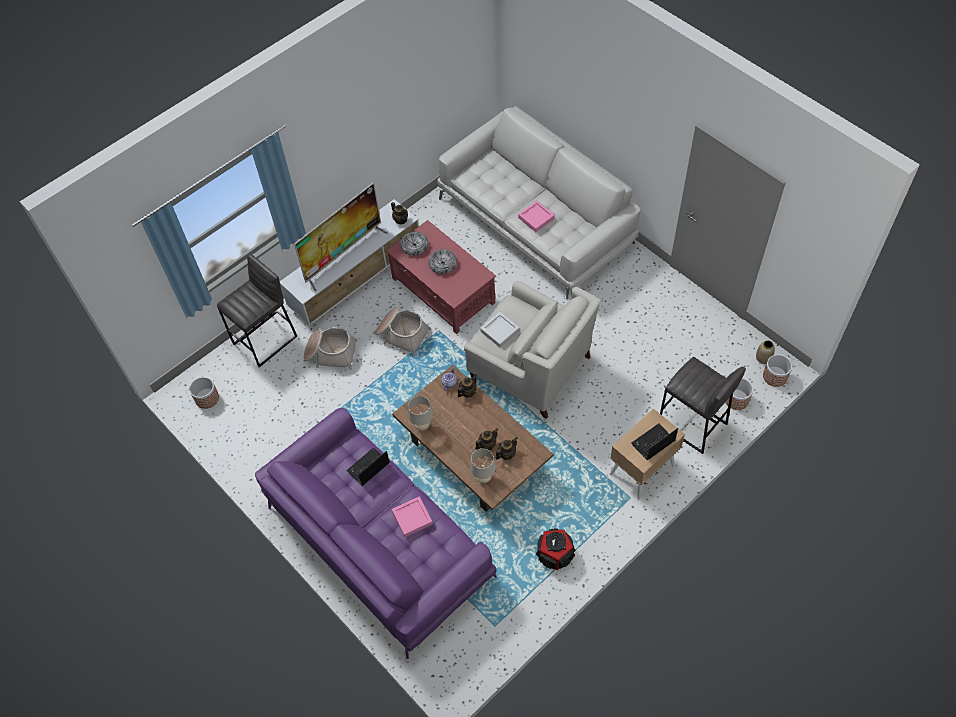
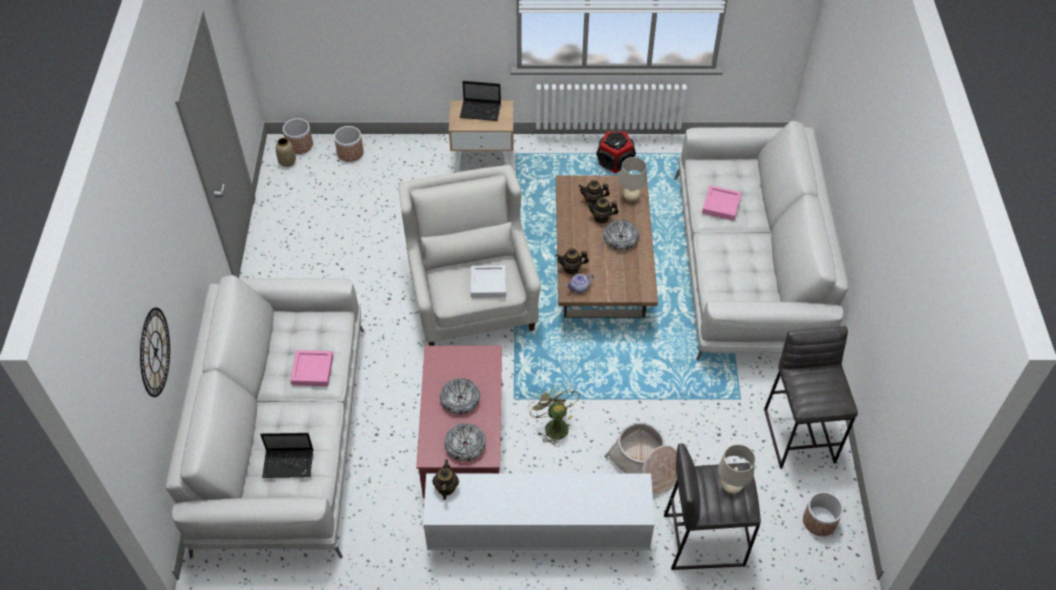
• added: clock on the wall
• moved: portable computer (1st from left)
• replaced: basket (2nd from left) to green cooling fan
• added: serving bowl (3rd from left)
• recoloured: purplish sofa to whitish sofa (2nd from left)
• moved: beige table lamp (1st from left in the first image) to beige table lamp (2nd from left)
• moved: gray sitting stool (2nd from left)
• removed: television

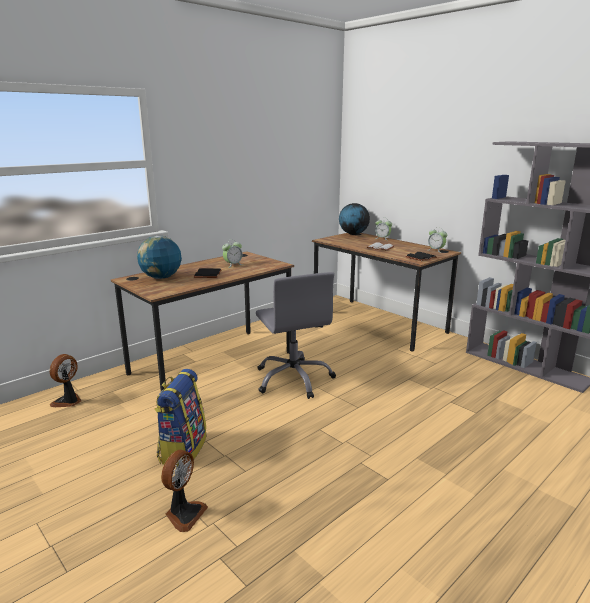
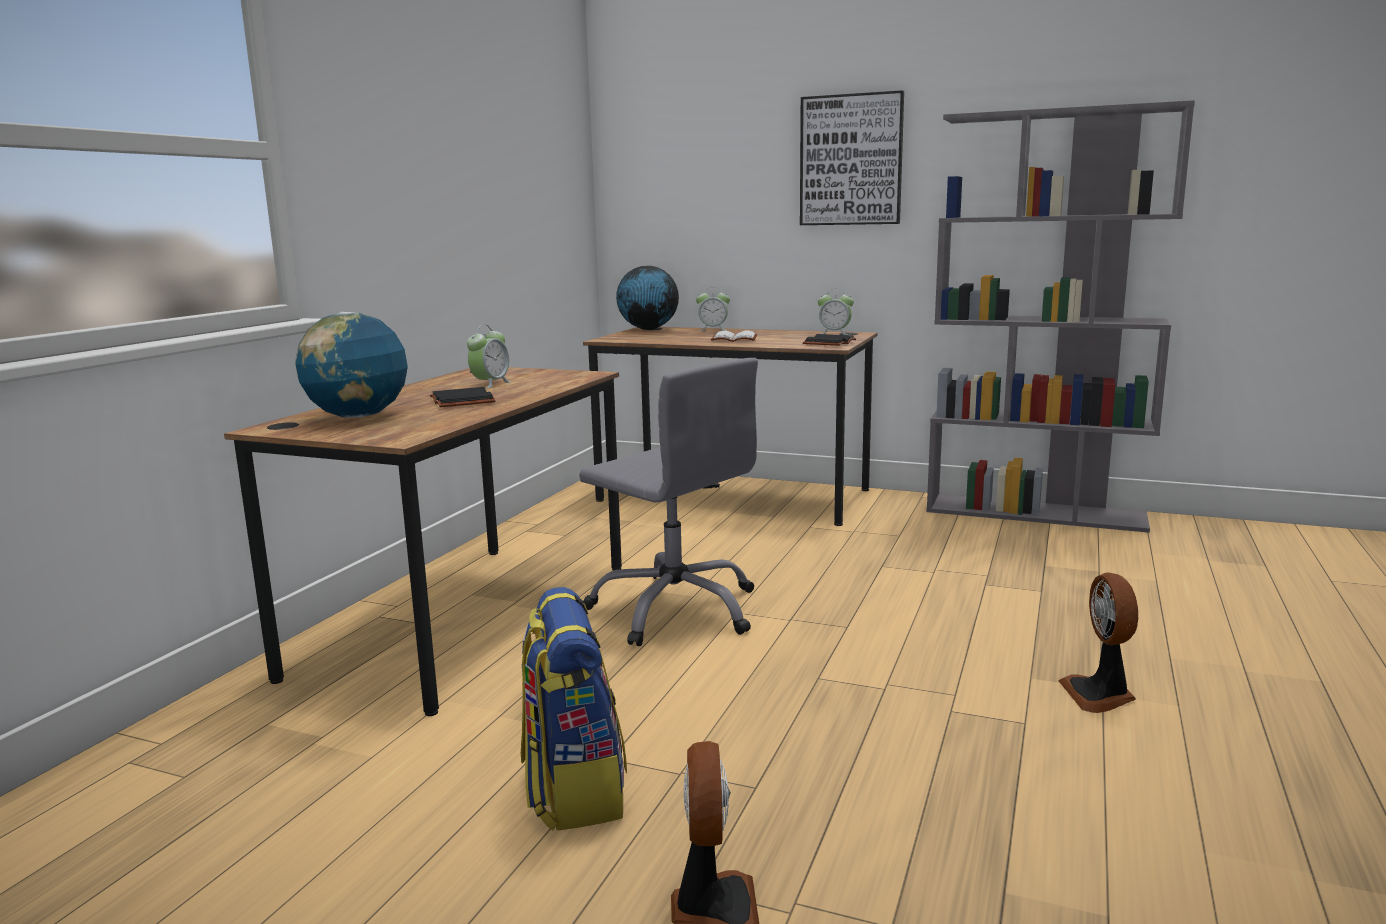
• added: wall picture
• moved: cooling fan (1st from left in the first image) to cooling fan (2nd from left)

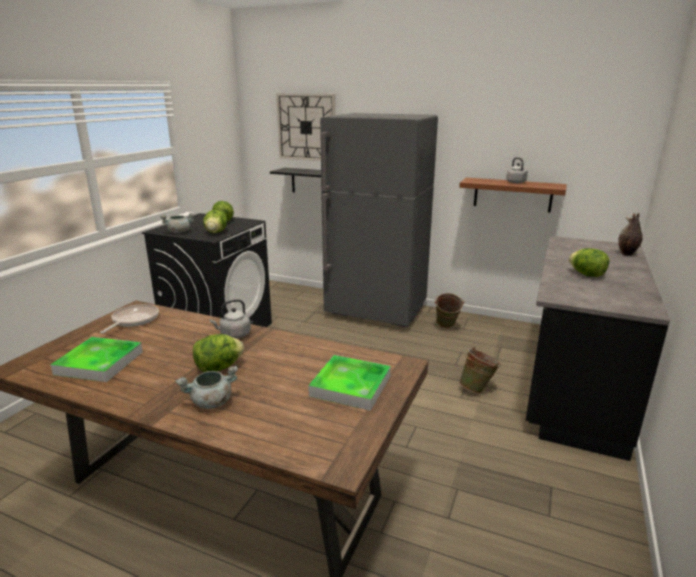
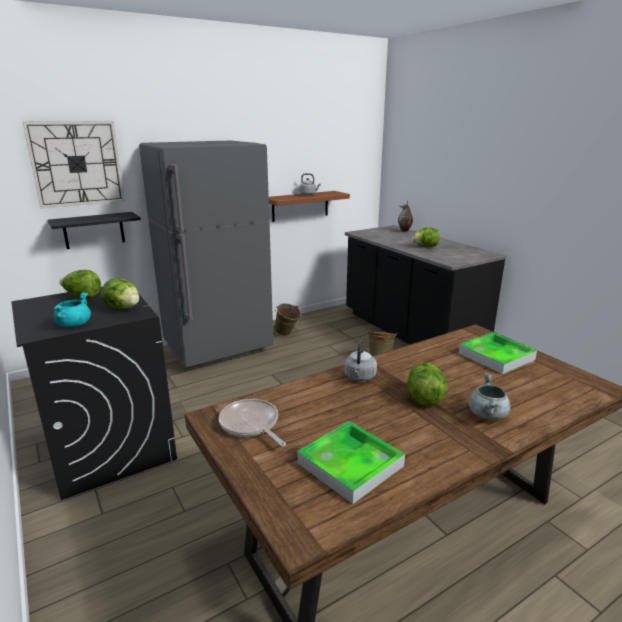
• recoloured: gray cooking pot (1st from left) to turquoise cooking pot

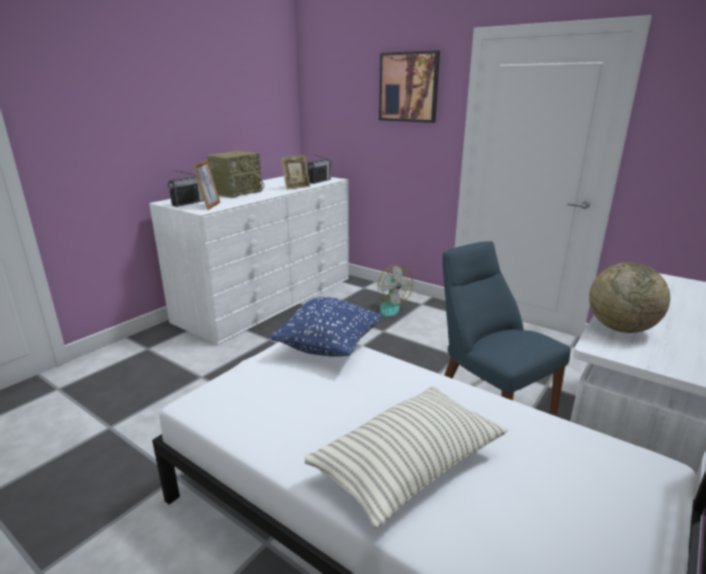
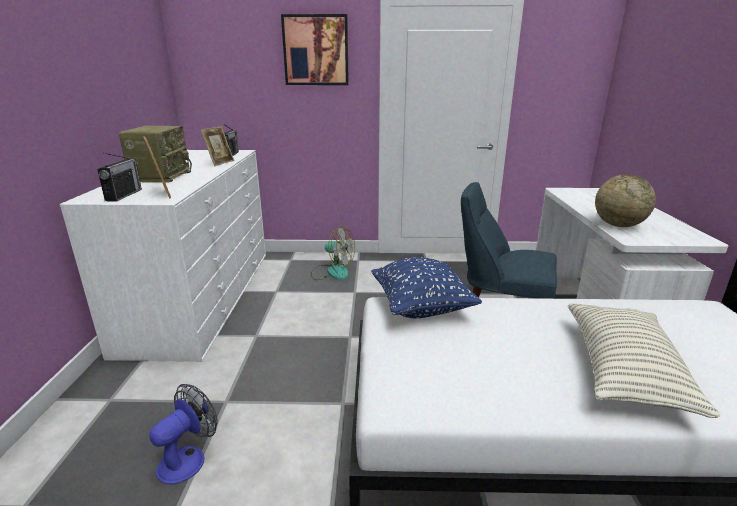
• added: cooling fan (1st from left)

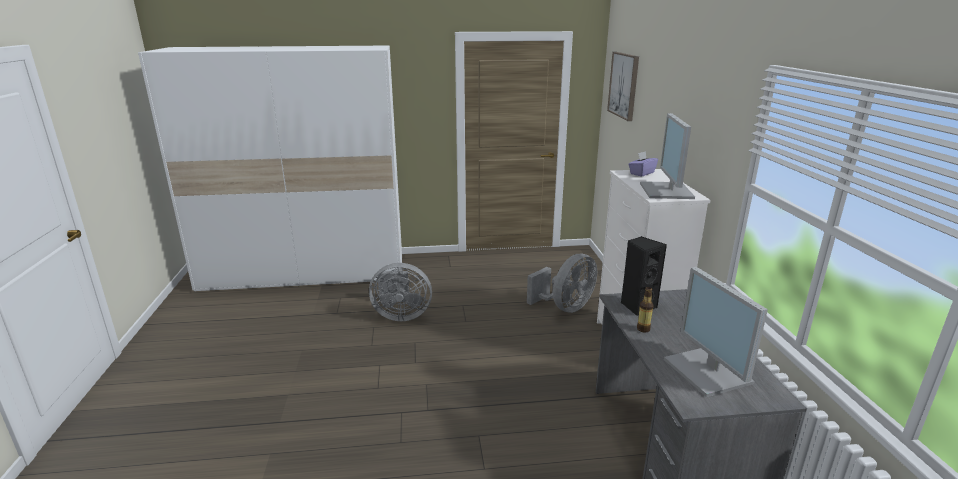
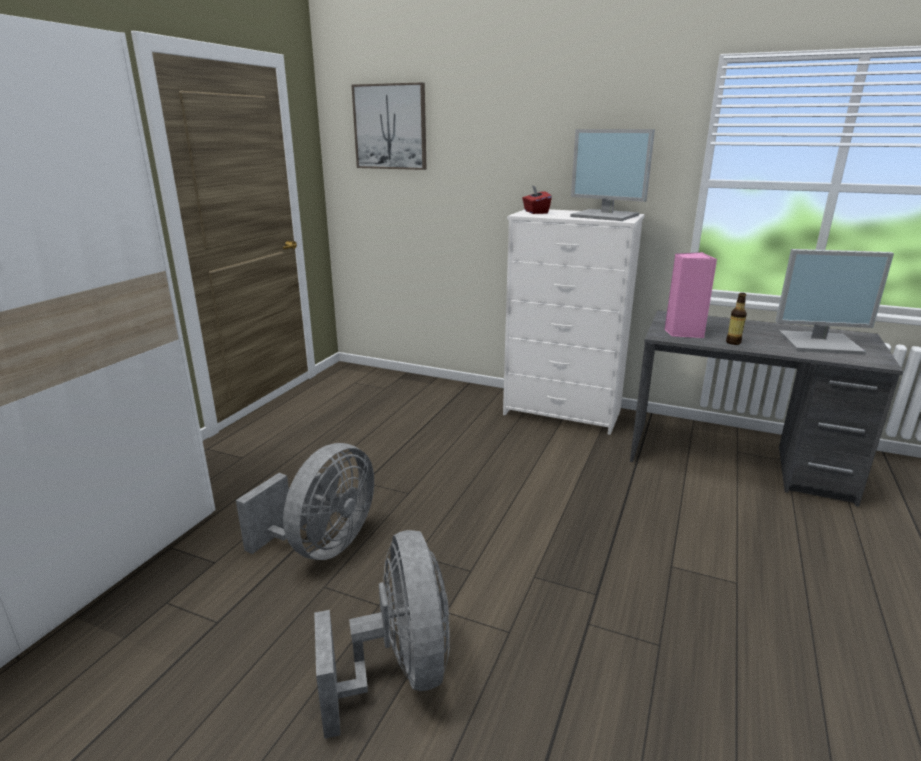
• moved: gray cooling fan (2nd from left)
• recoloured: purplish box of tissues to reddish box of tissues
• recoloured: black-coloured audio speaker to pink-coloured audio speaker

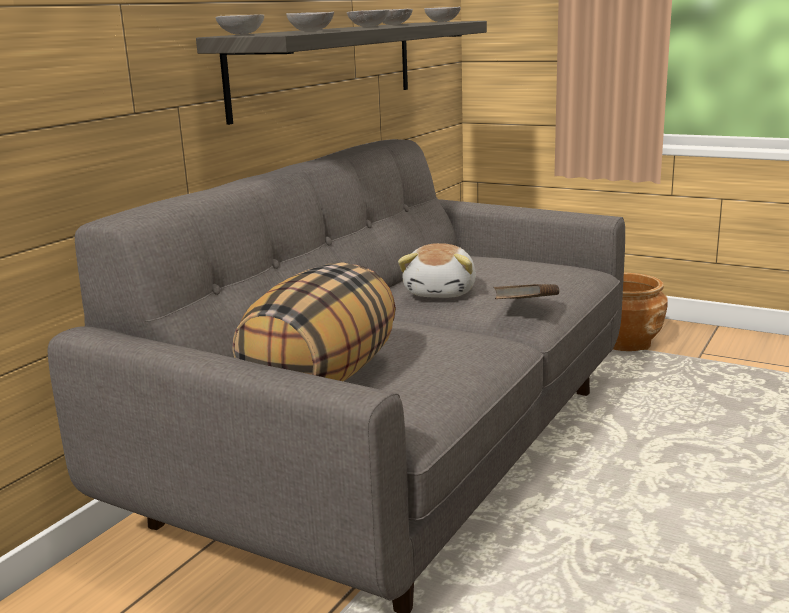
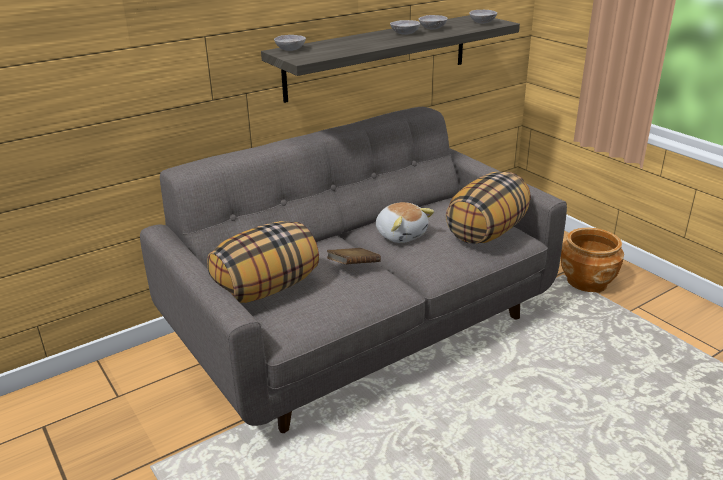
• moved: brownish book
• turned: plush toy 75 degrees counterclockwise
• added: cushion (2nd from left)
• removed: gray serving bowl (2nd from left)

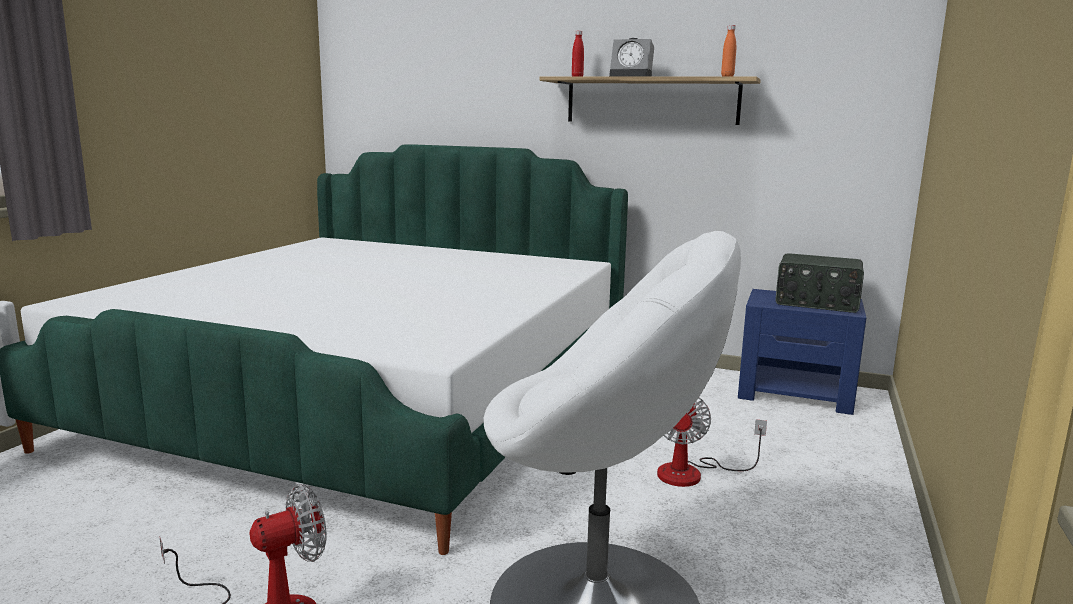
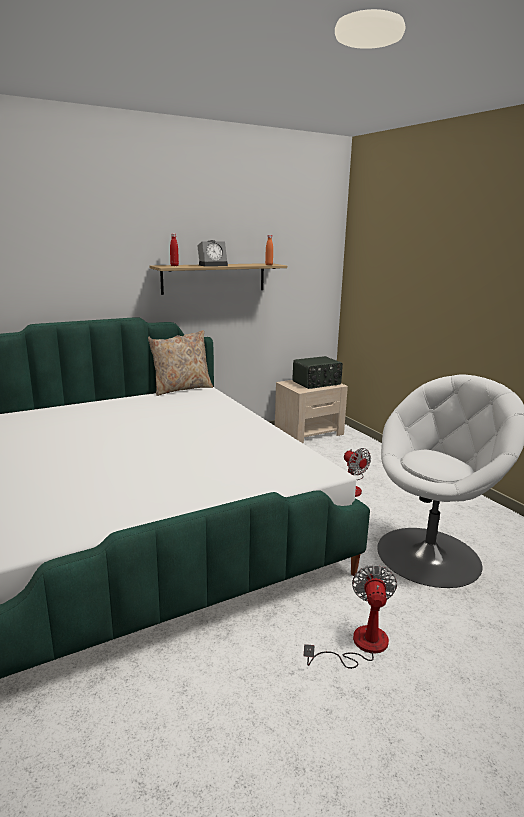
• added: beige cushion
• recoloured: blue bedside table to beige bedside table

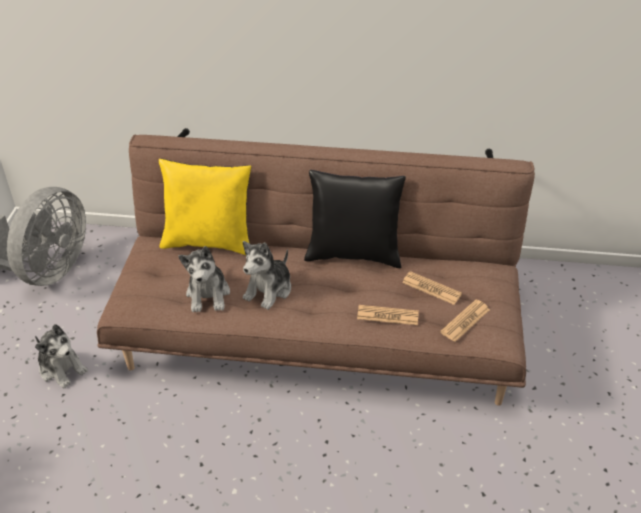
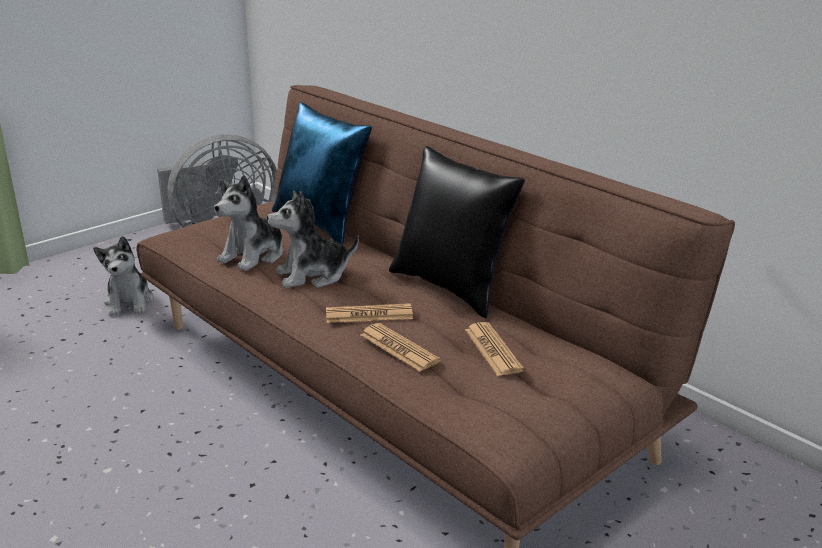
• recoloured: yellowish cushion to blue cushion
• moved: newspaper (3rd from left in the first image) to newspaper (1st from left)

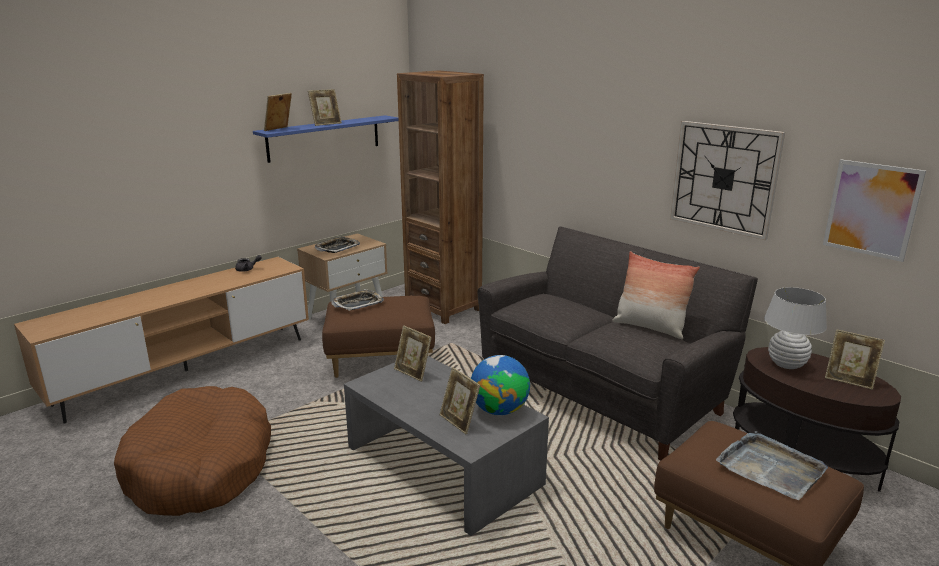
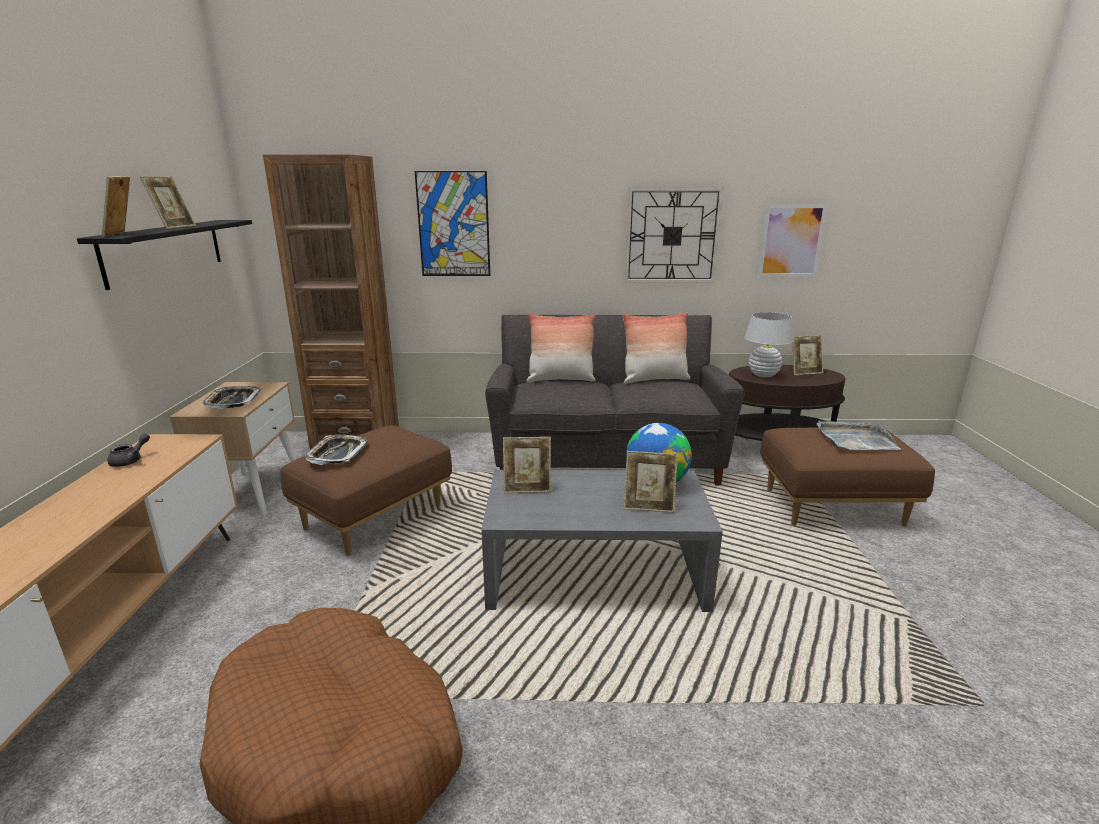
• recoloured: blue wall shelf to black-coloured wall shelf
• added: wall picture (1st from left)
• added: cushion (1st from left)

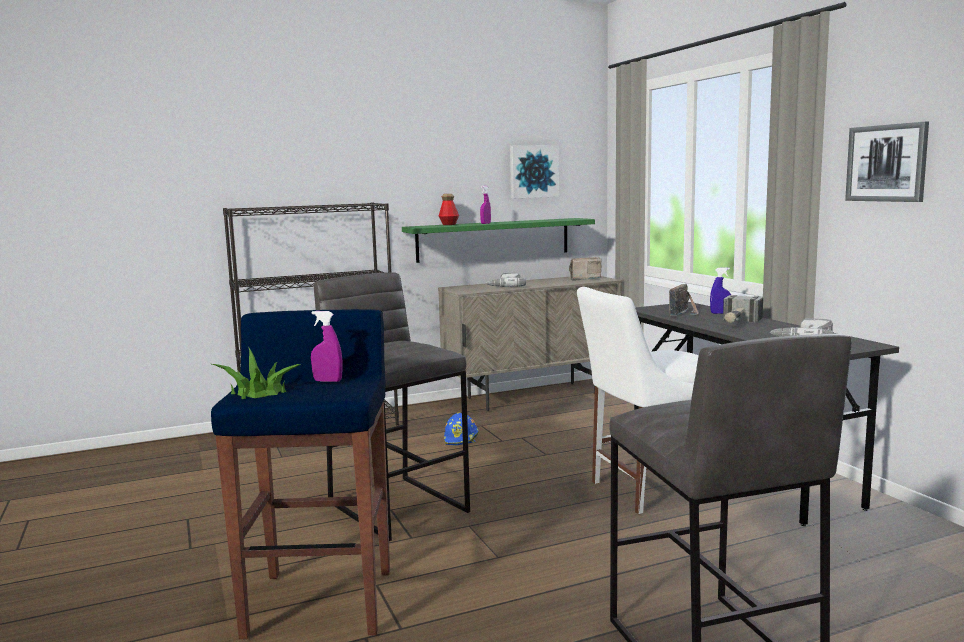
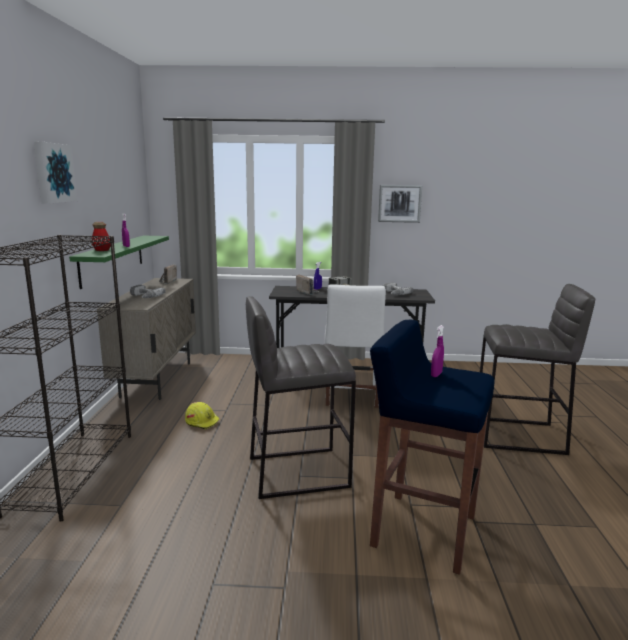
• moved: wall picture (1st from left)
• recoloured: blue safety helmet to yellowish safety helmet
• removed: plant in a pot

